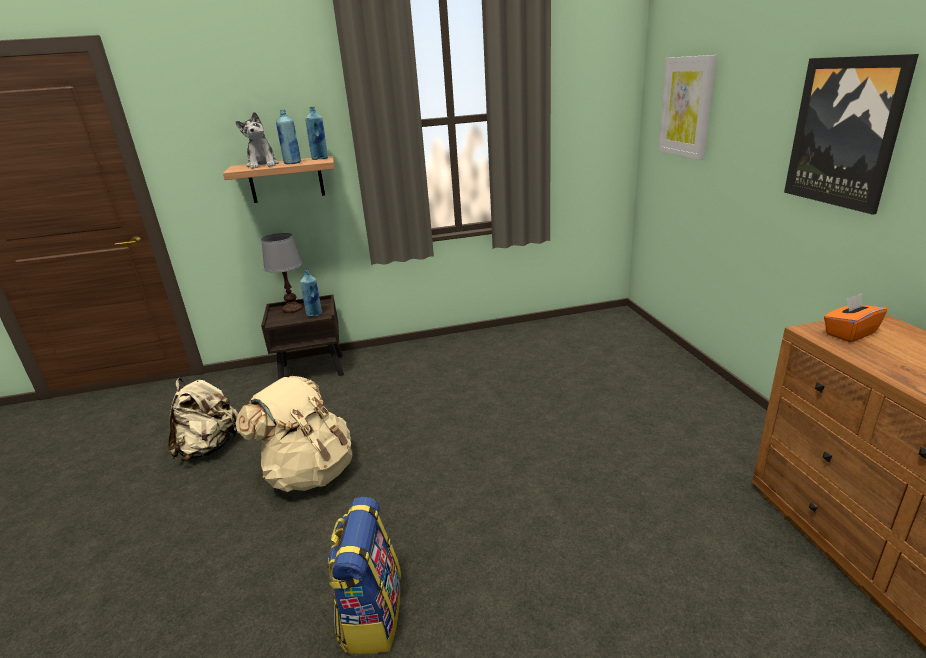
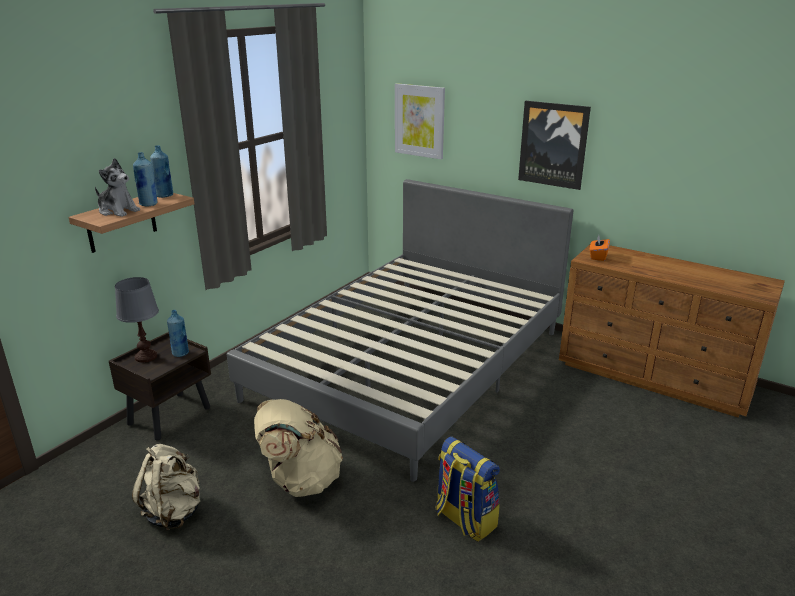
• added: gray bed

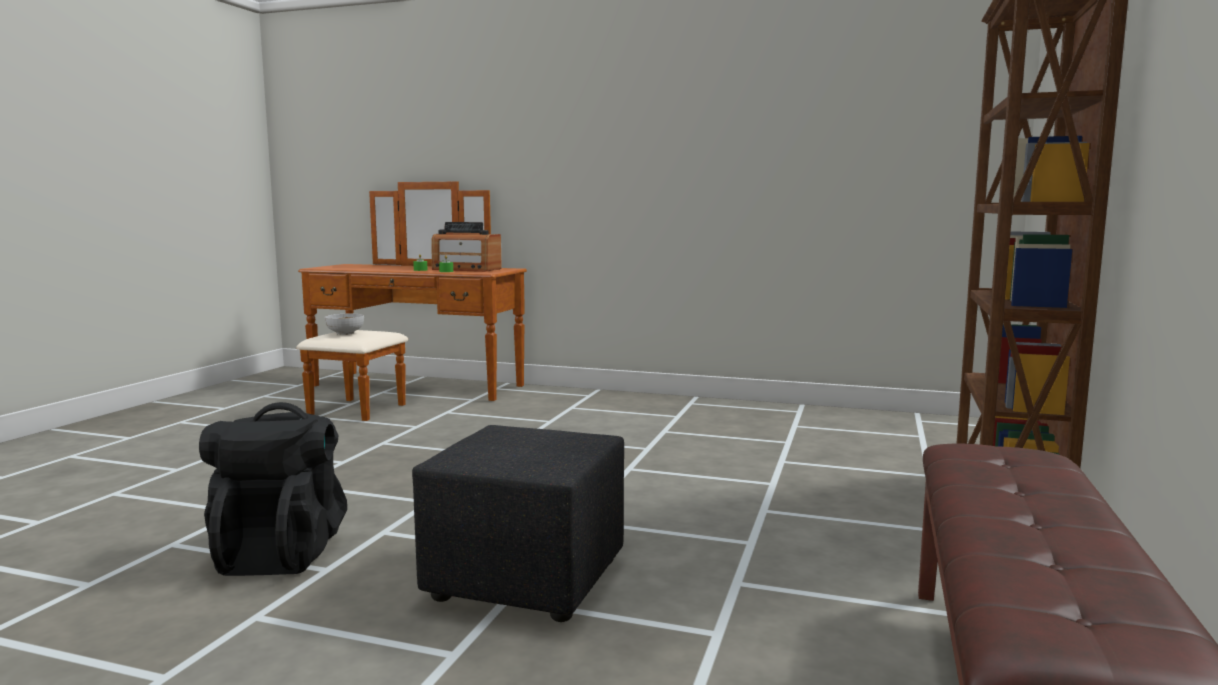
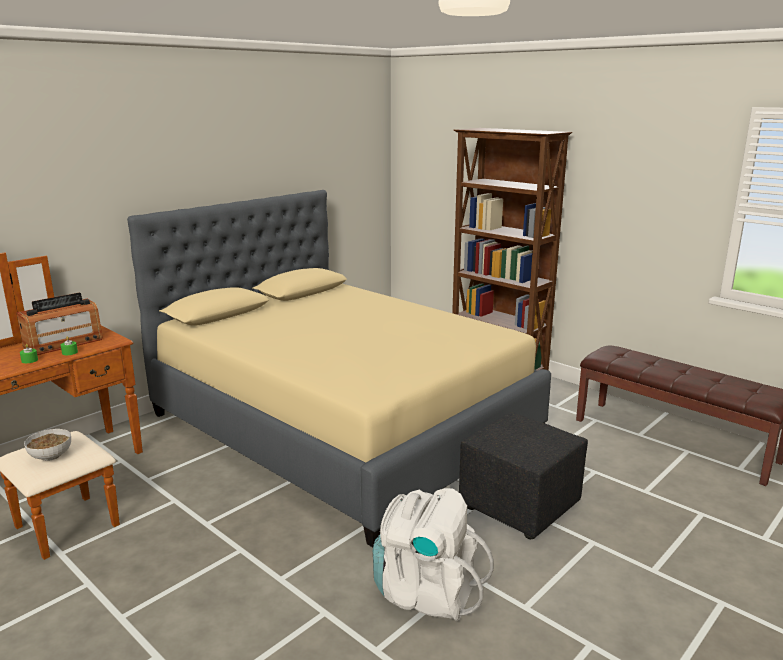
• added: beige bed
• recoloured: black-coloured rucksack to whitish rucksack

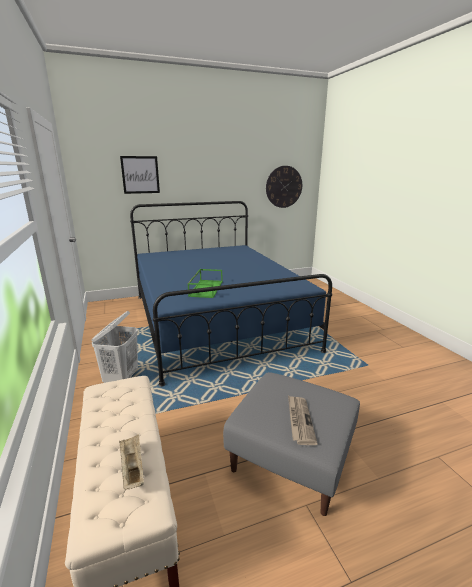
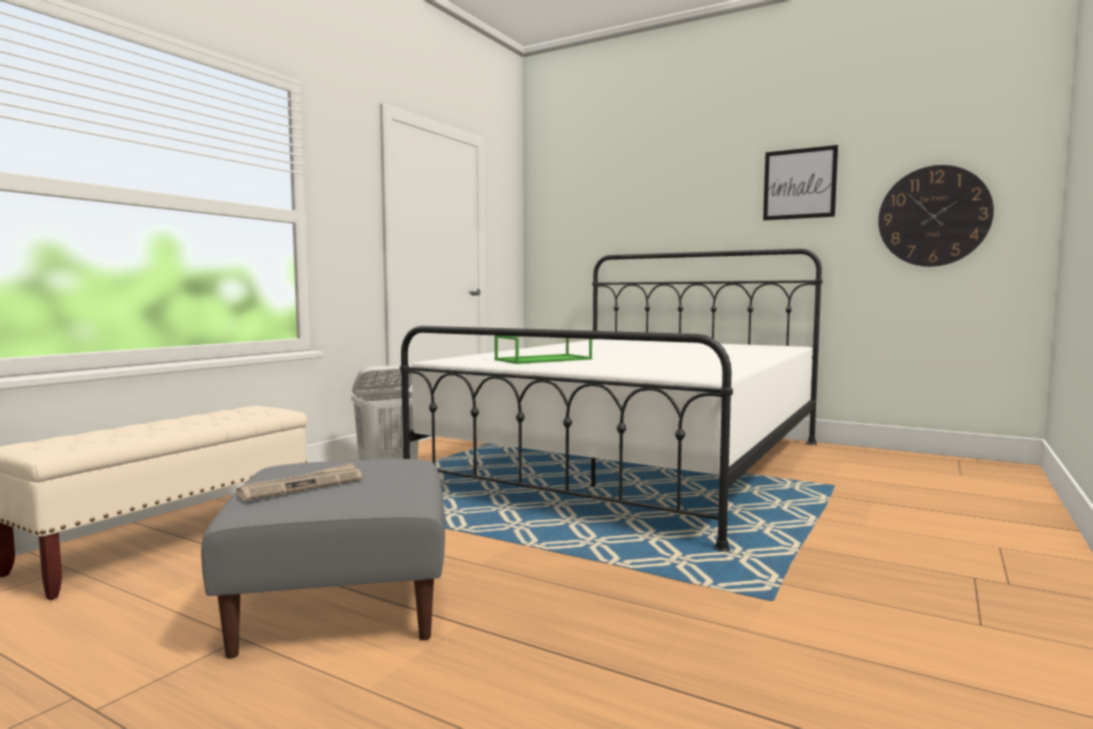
• recoloured: blue bed to whitish bed
• moved: wall picture
• removed: beige serving tray

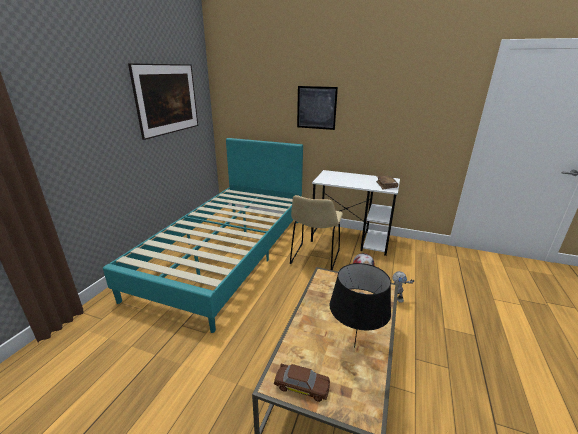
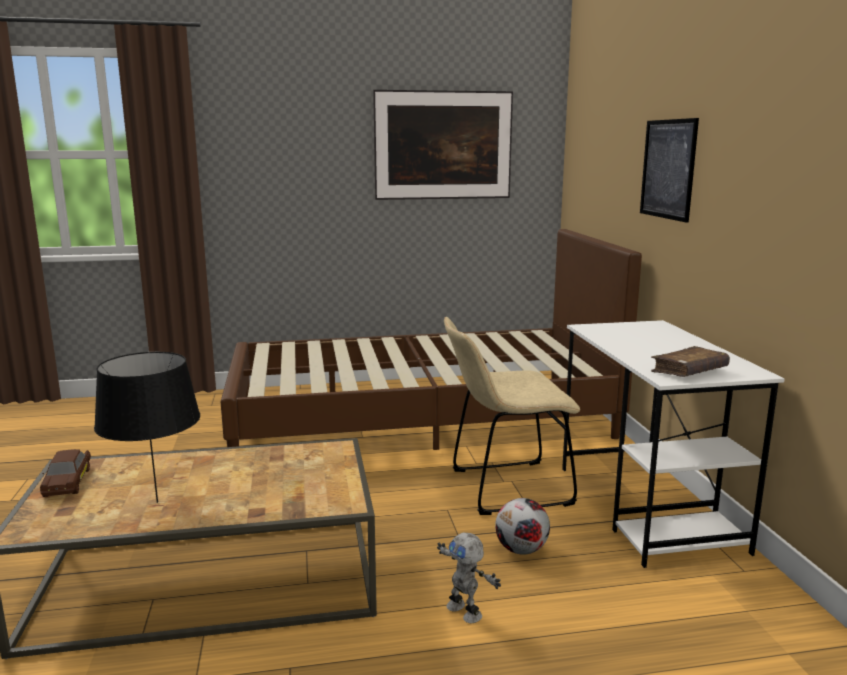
• recoloured: turquoise bed to brownish bed

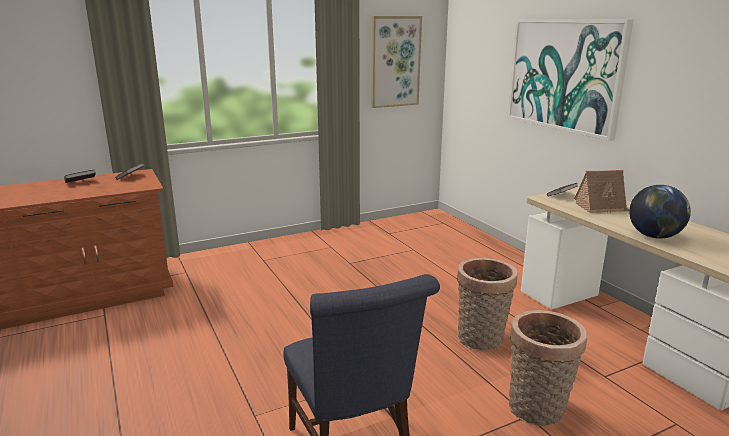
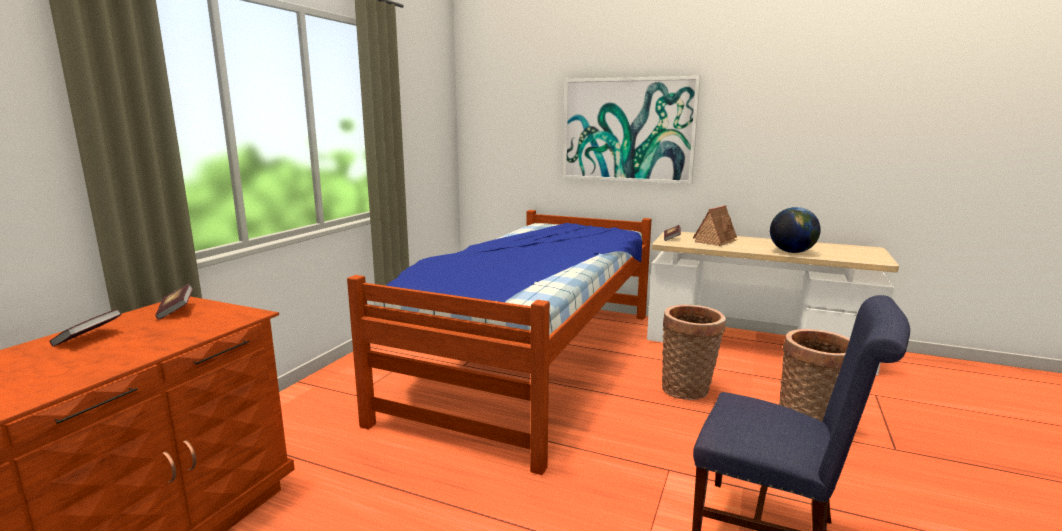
• added: bed
• removed: wall picture (1st from left)

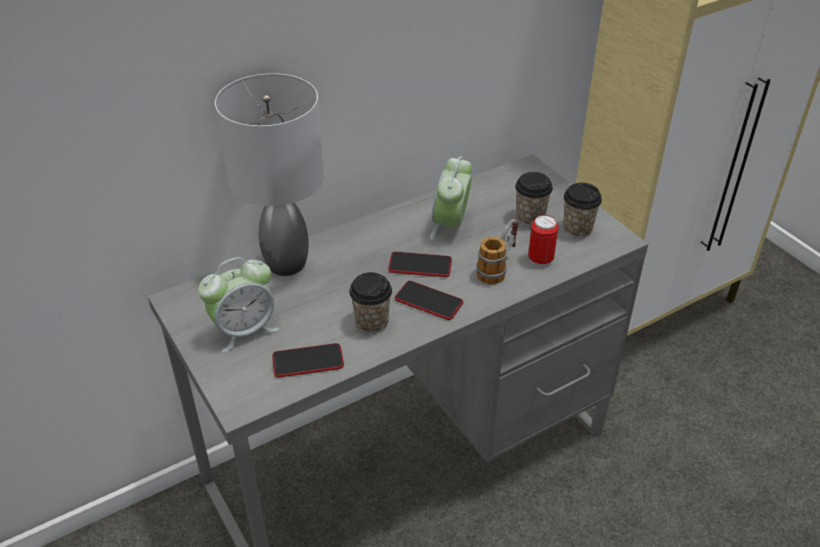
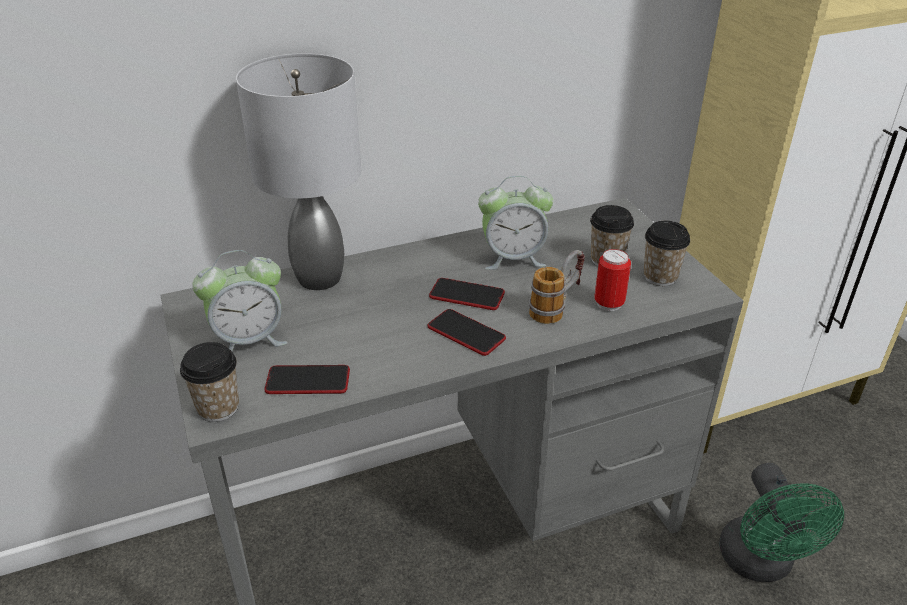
• moved: drinking cup (1st from left)
• turned: alarm clock (2nd from left) 120 degrees counterclockwise
• added: green cooling fan

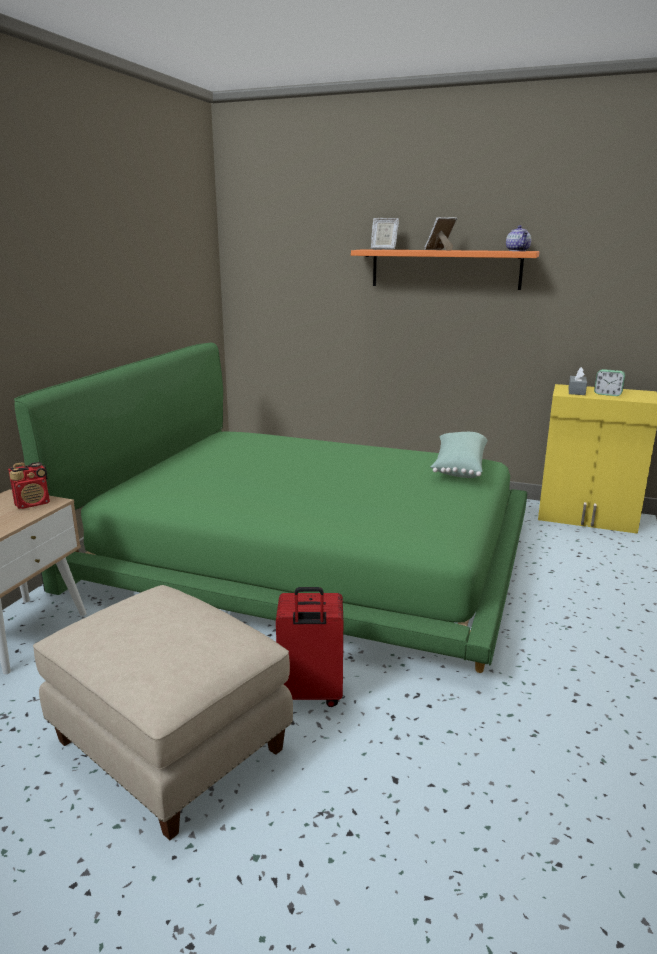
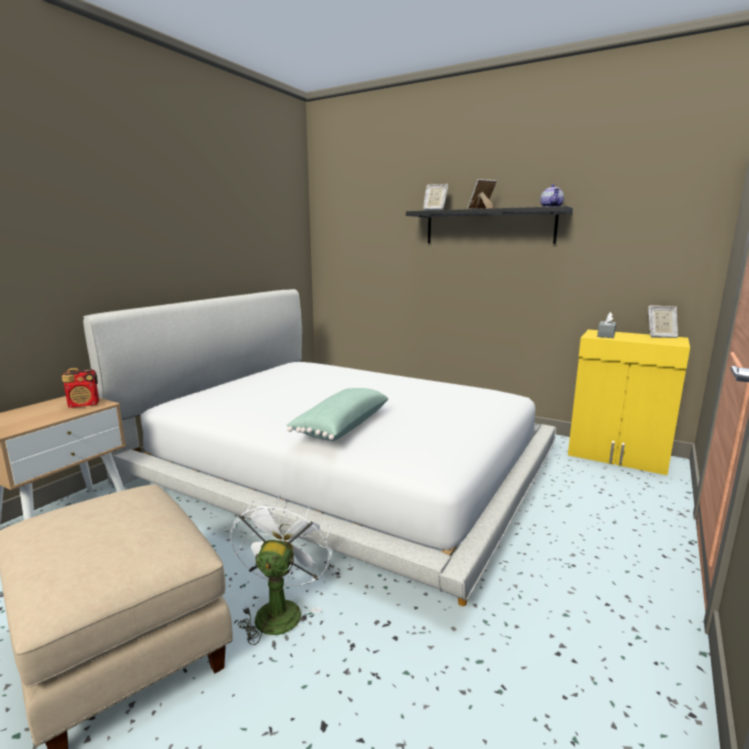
• recoloured: green bed to whitish bed
• replaced: reddish suitcase to whitish cooling fan
• moved: green cushion
• recoloured: orange wall shelf to black-coloured wall shelf
• added: standing frame (3rd from left)
• removed: alarm clock

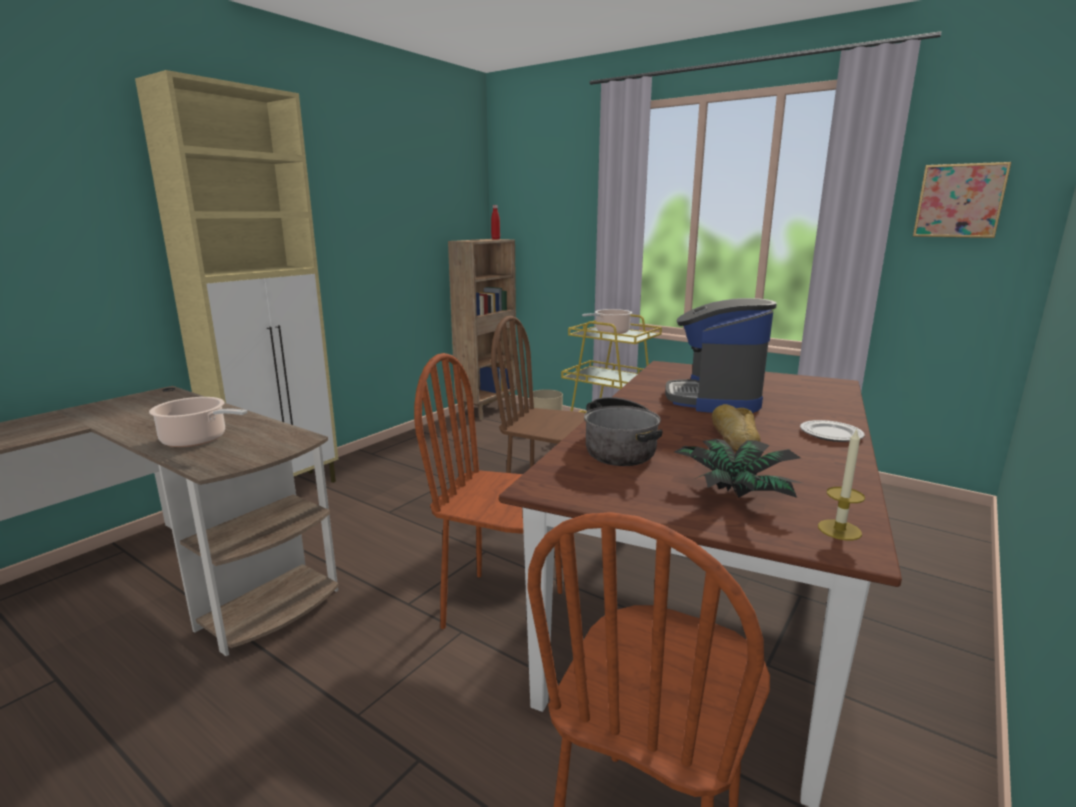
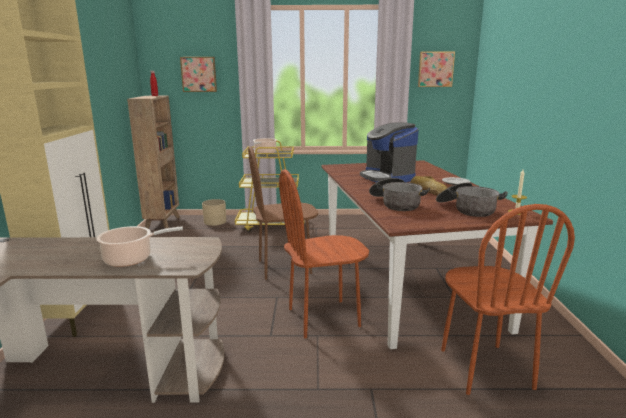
• added: wall picture (1st from left)
• replaced: plant in a pot to cooking pot (4th from left)

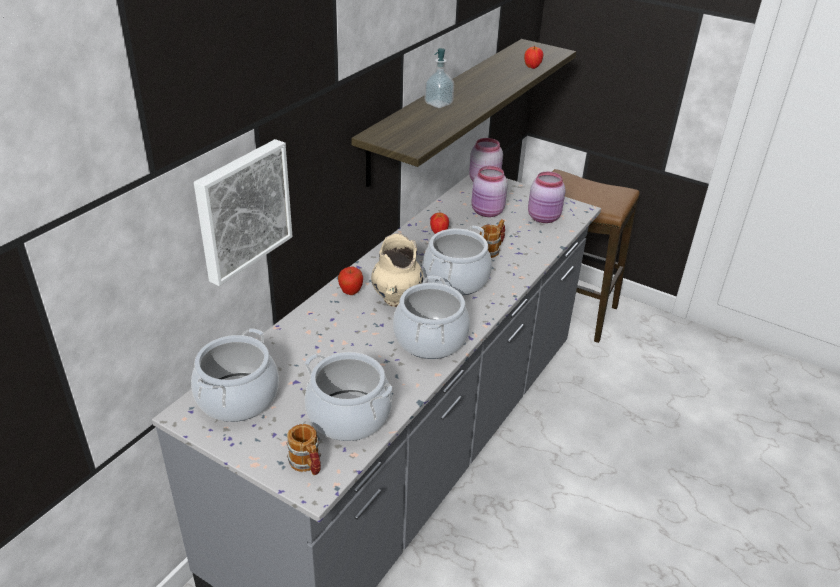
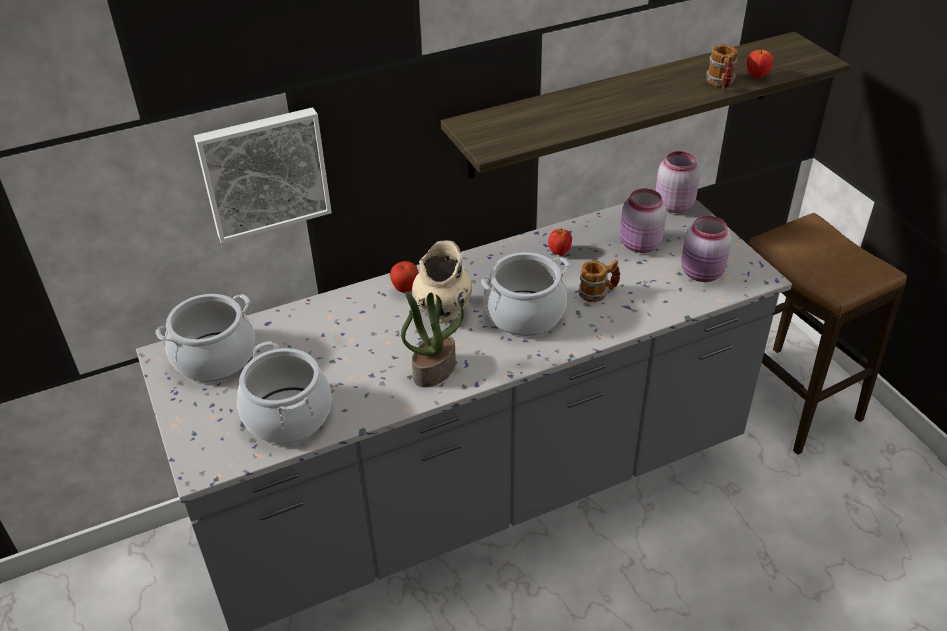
• replaced: cooking pot (3rd from left) to plant in a pot
• moved: mug (1st from left in the first image) to mug (2nd from left)
• removed: soap dispenser

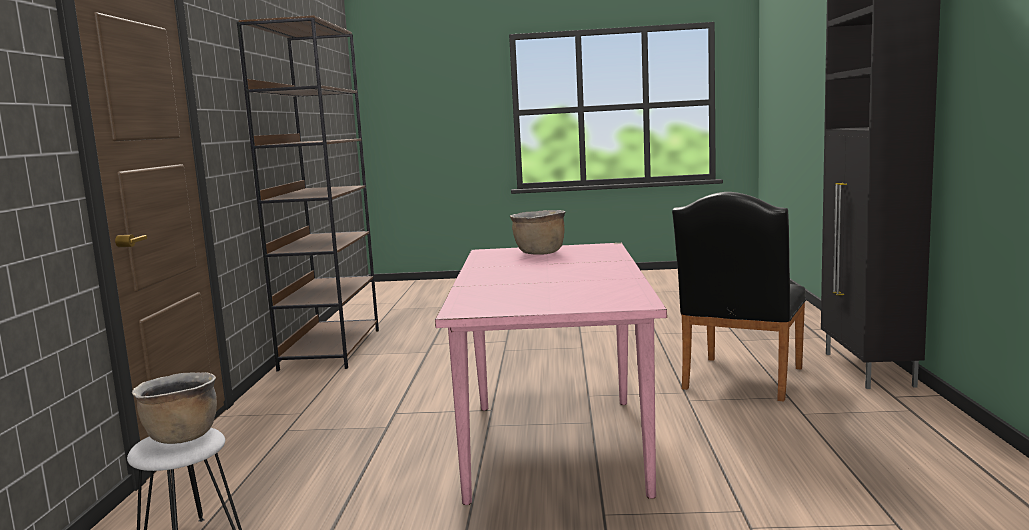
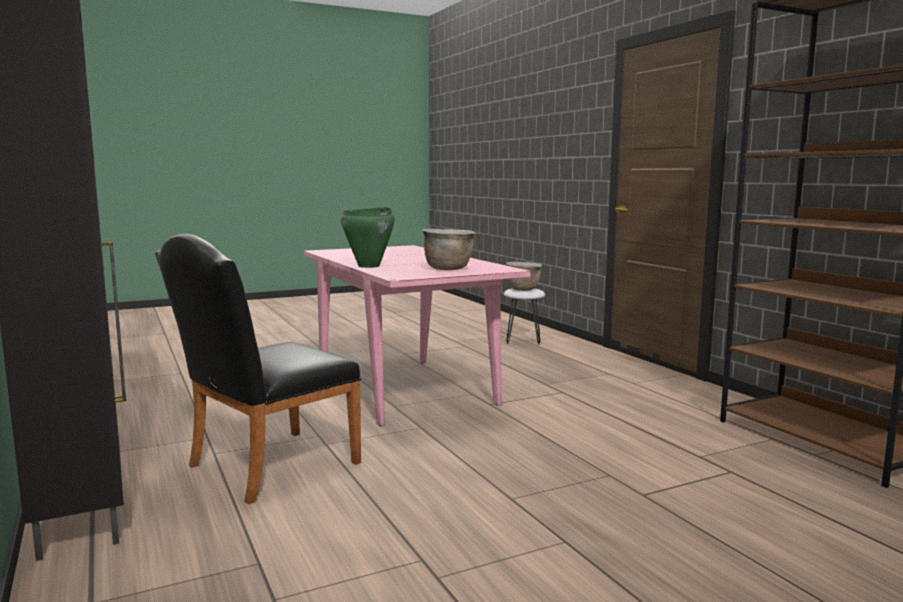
• turned: black-coloured plain chair 135 degrees counterclockwise
• added: green cooking pot

